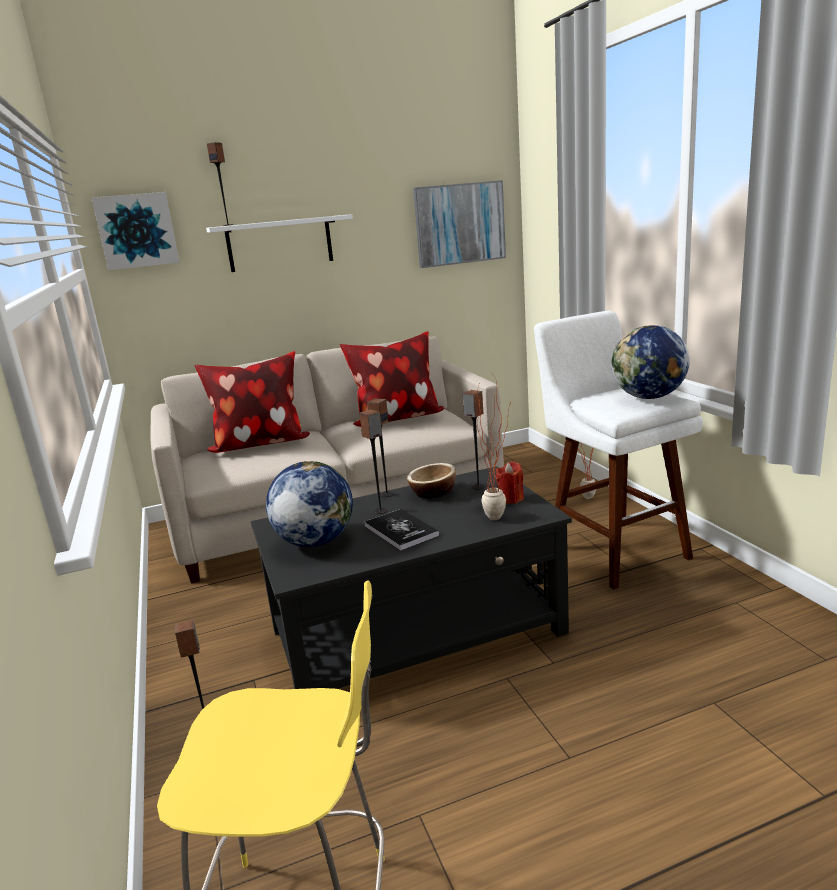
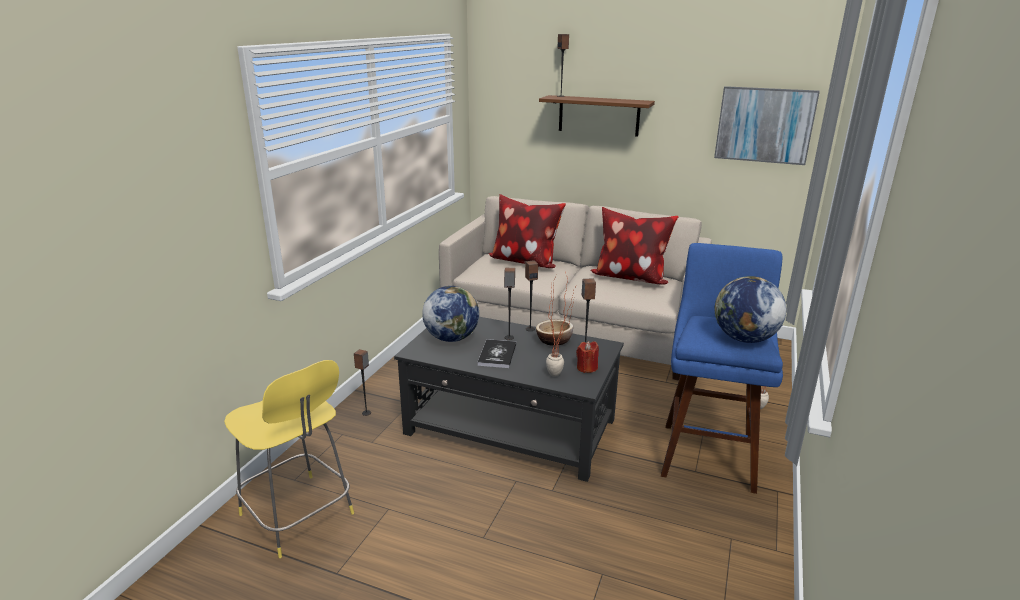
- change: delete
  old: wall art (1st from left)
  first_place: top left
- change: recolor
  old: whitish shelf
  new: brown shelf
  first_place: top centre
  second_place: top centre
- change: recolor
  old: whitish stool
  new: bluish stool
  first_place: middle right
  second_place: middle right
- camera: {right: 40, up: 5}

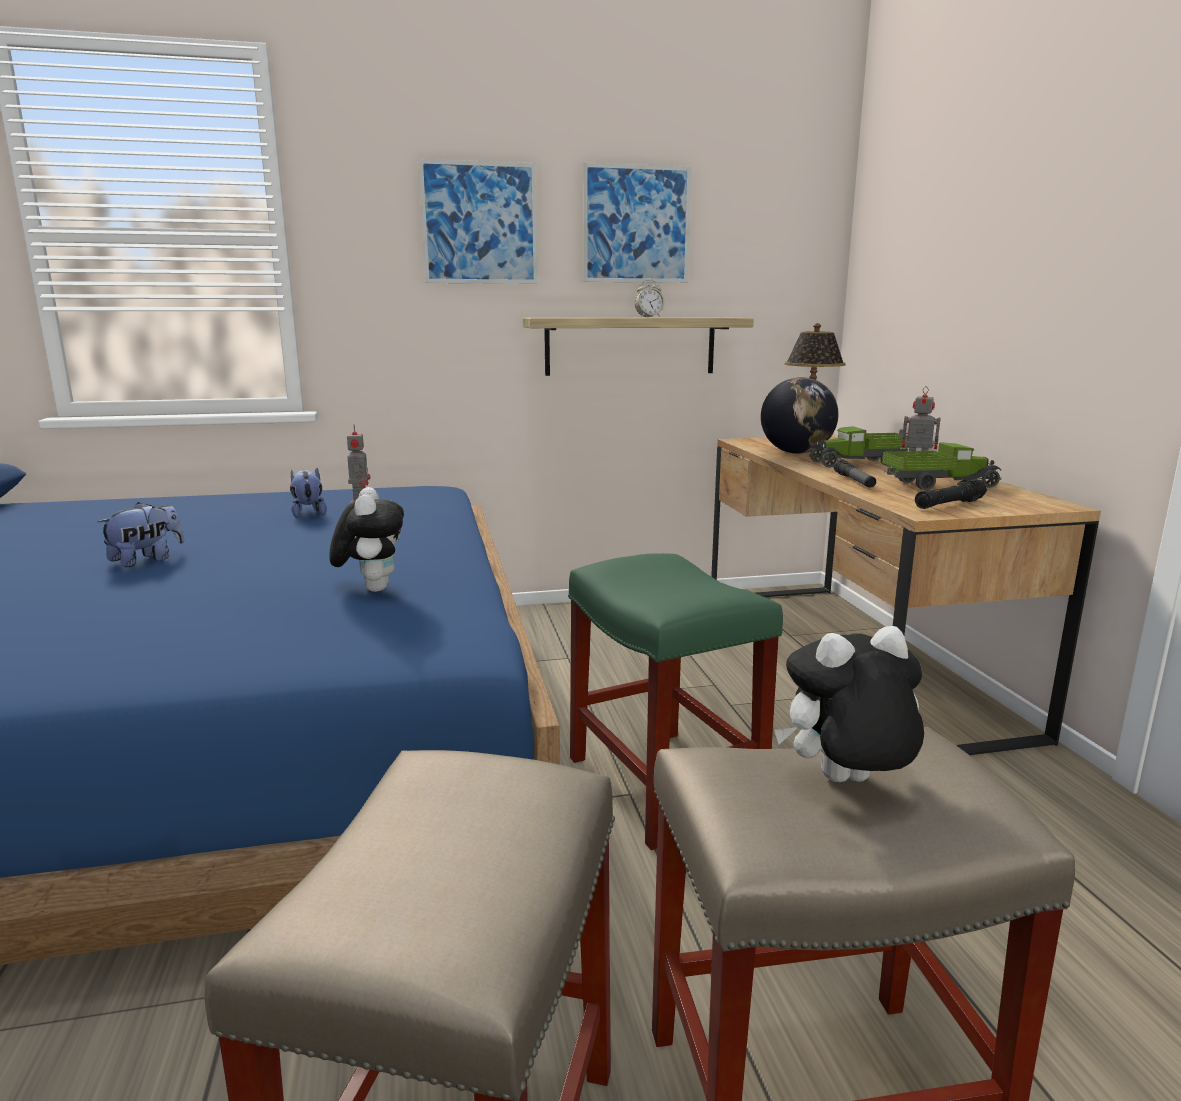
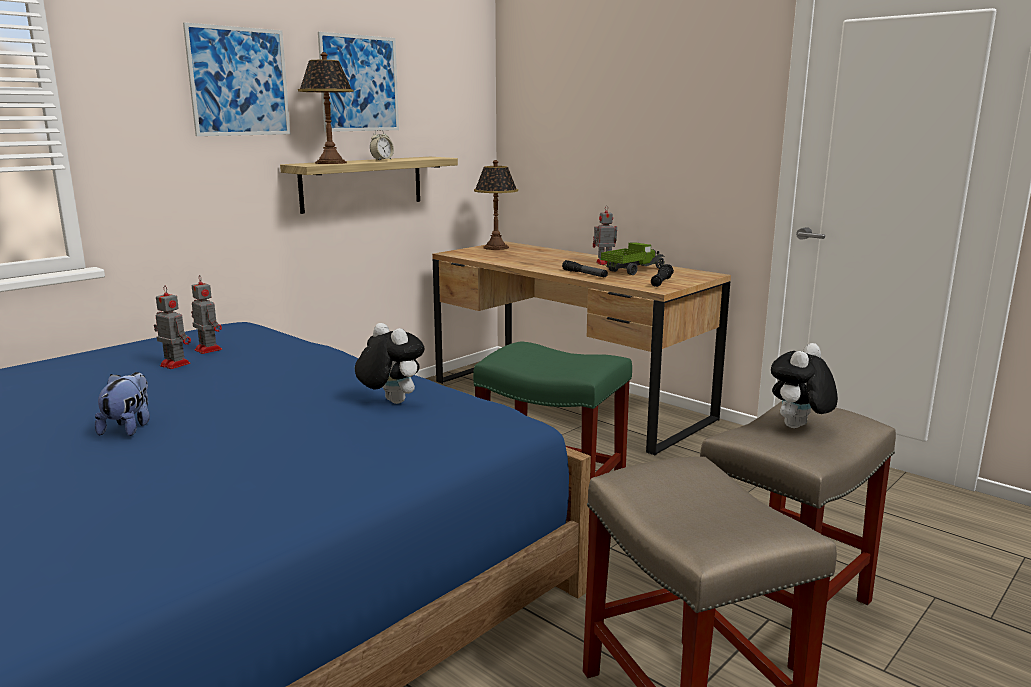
- change: delete
  old: desk globe
  first_place: middle right
- change: delete
  old: toy lorry (1st from left)
  first_place: middle right
- change: insert
  new: tabletop lamp (1st from left)
  second_place: top left
- change: replace
  old: soft toy (2nd from left)
  new: toy robot (1st from left)
  first_place: middle left
  second_place: middle left
- camera: {right: -35, up: 0}

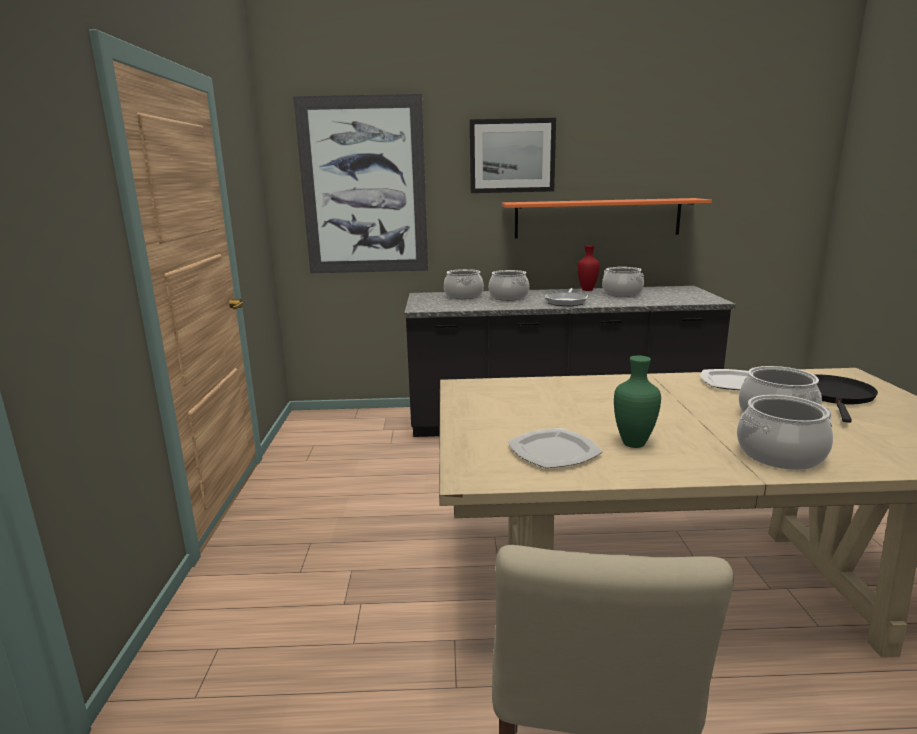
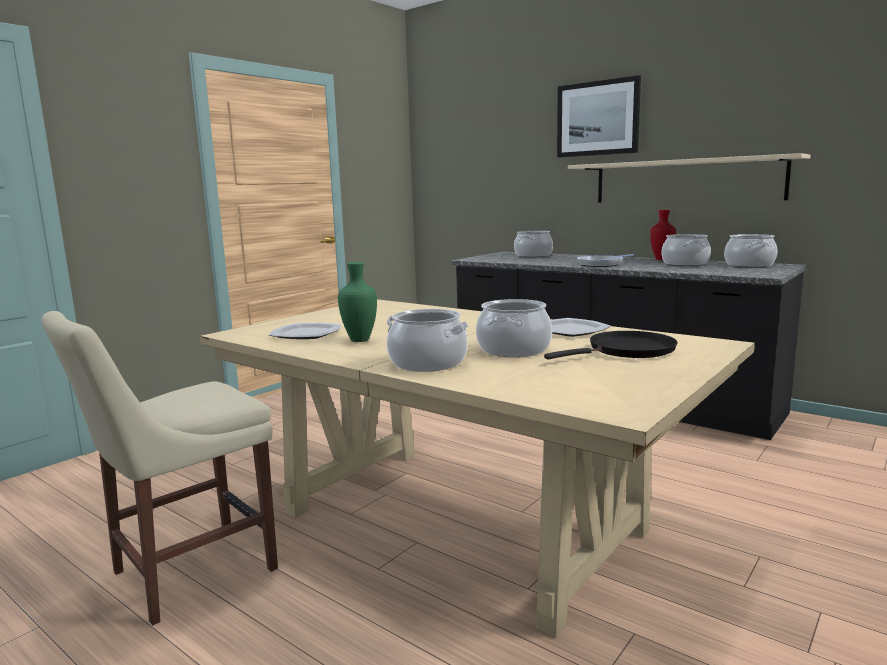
- change: delete
  old: wall art (1st from left)
  first_place: top centre
- change: move
  old: saucepot (2nd from left in the first image)
  new: saucepot (5th from left)
  first_place: centre
  second_place: middle right
- change: recolor
  old: orange shelf
  new: sand-coloured shelf
  first_place: top centre
  second_place: top right
- camera: {right: 40, up: -5}

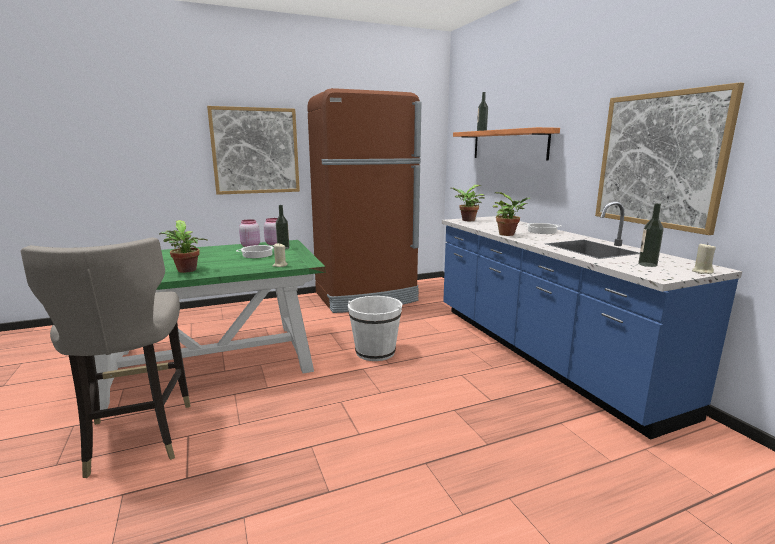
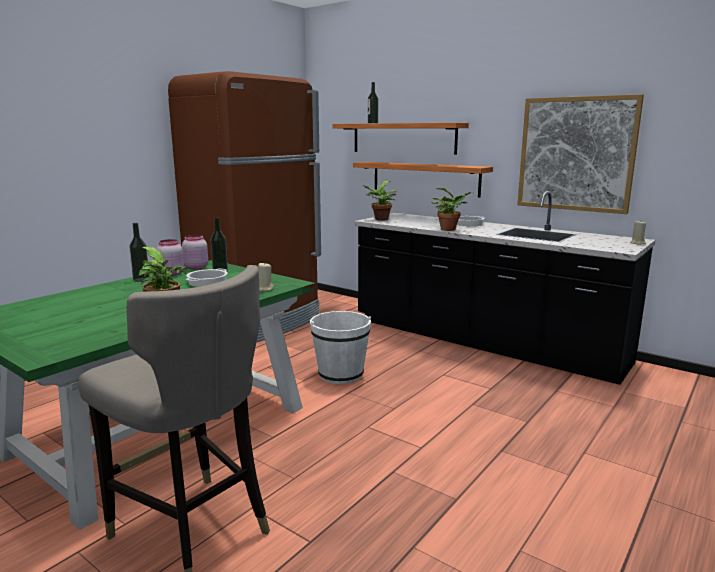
- change: delete
  old: wall art (1st from left)
  first_place: top left
- change: insert
  new: shelf (2nd from left)
  second_place: top centre
- change: move
  old: beverage bottle (3rd from left in the first image)
  new: beverage bottle (1st from left)
  first_place: middle right
  second_place: middle left
- change: recolor
  old: bluish kitchen counter
  new: black kitchen counter
  first_place: middle right
  second_place: middle right
- camera: {right: -30, up: 0}

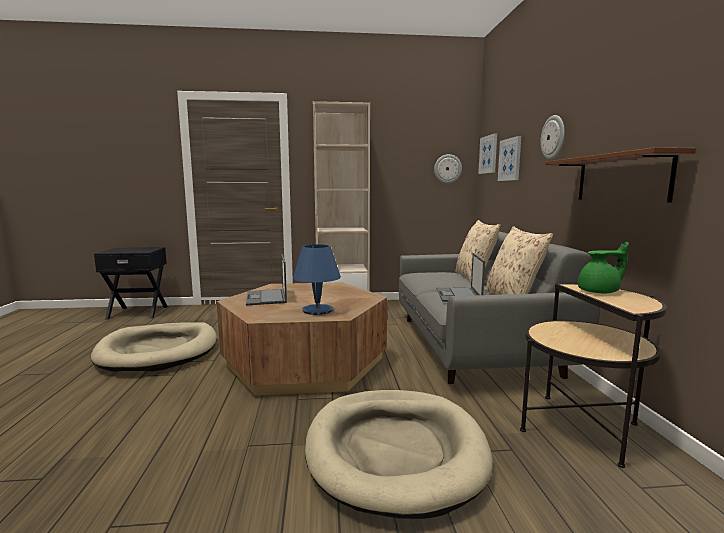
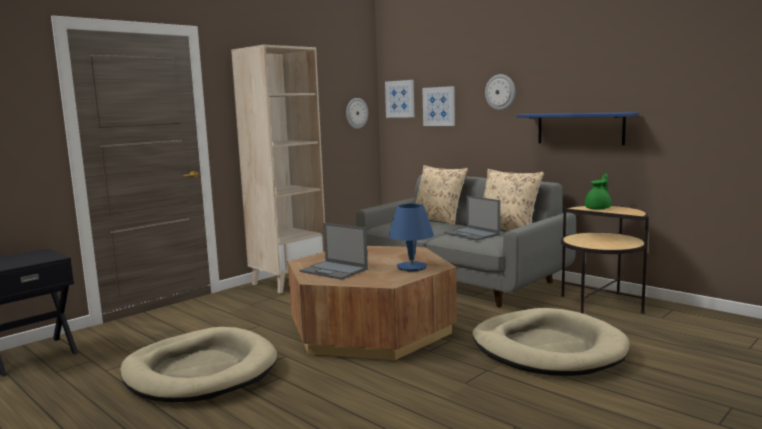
- change: recolor
  old: brown shelf
  new: bluish shelf
  first_place: top right
  second_place: top right
- camera: {right: -40, up: 0}

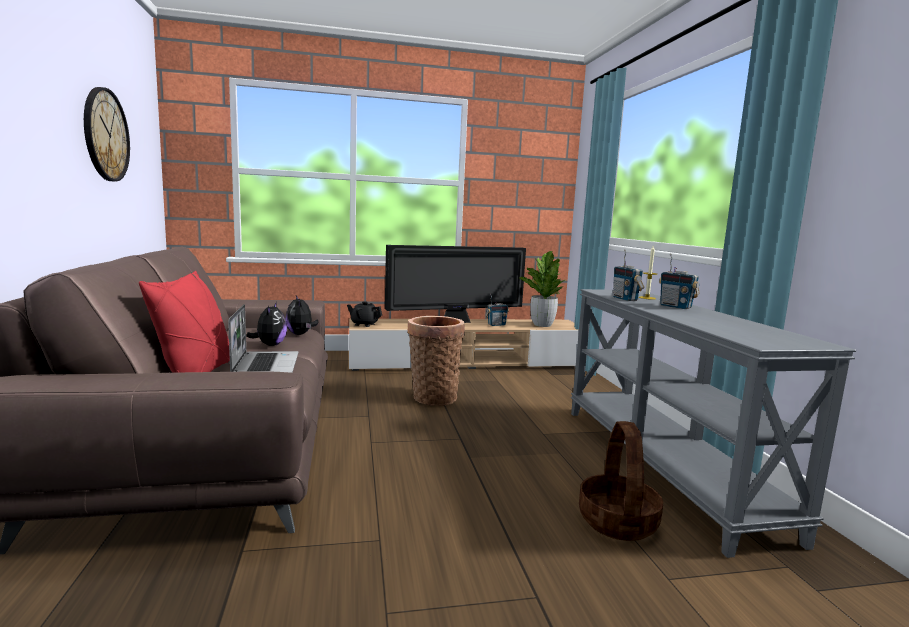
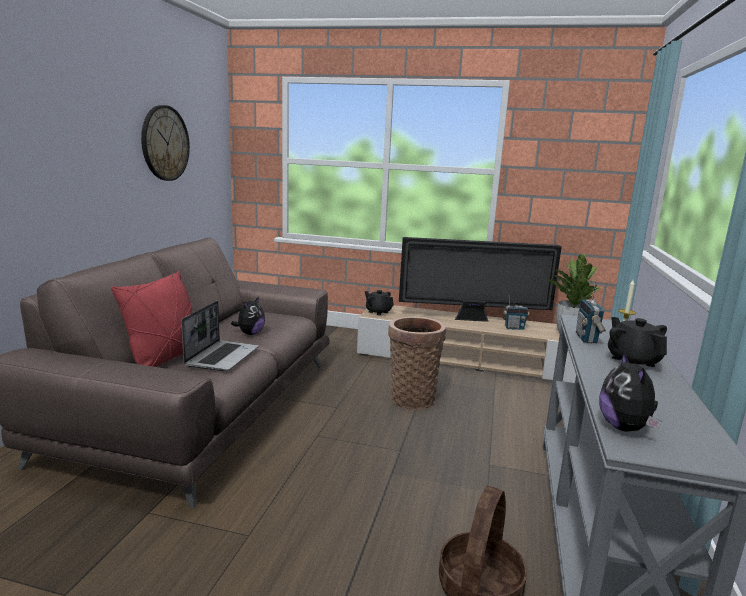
- change: move
  old: soft toy (2nd from left)
  first_place: middle left
  second_place: middle right
- change: replace
  old: radio (3rd from left)
  new: black teapot (2nd from left)
  first_place: middle right
  second_place: middle right
- camera: {right: 25, up: 5}

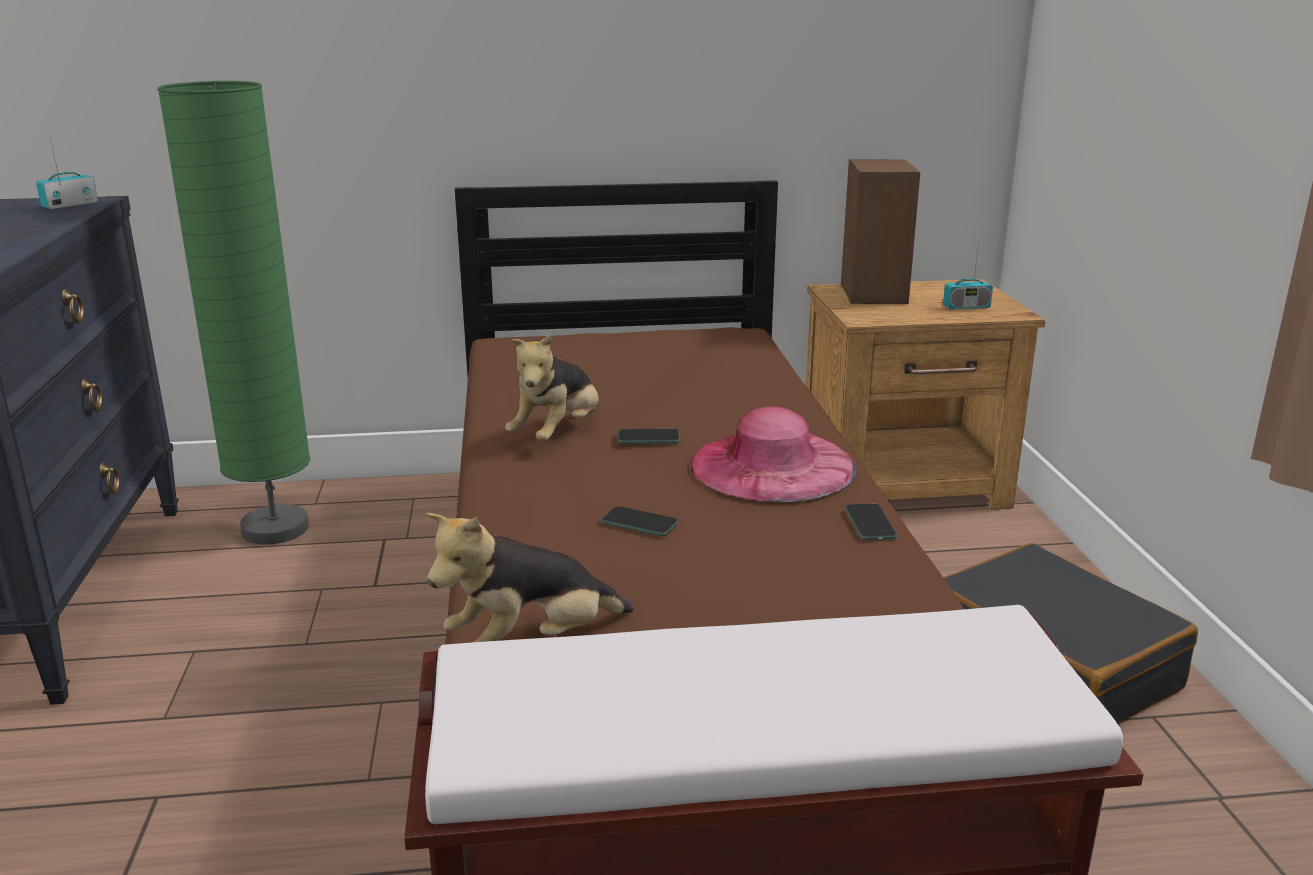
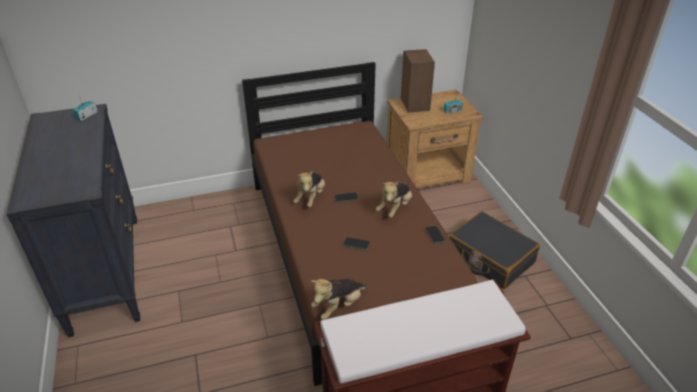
- change: delete
  old: green floor lamp
  first_place: middle left
- change: replace
  old: pinkish hat
  new: soft toy (3rd from left)
  first_place: centre
  second_place: centre
- camera: {right: -10, up: 15}

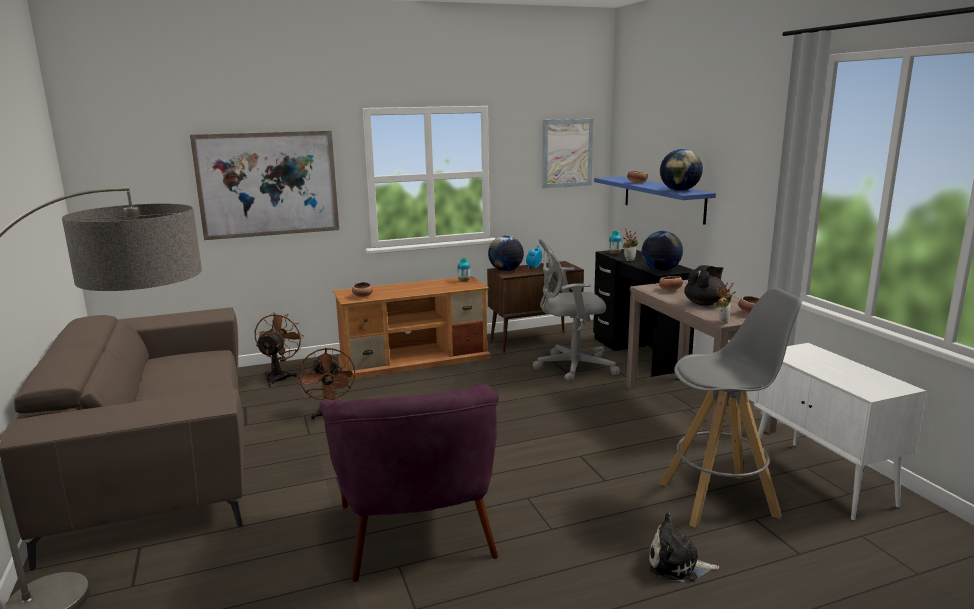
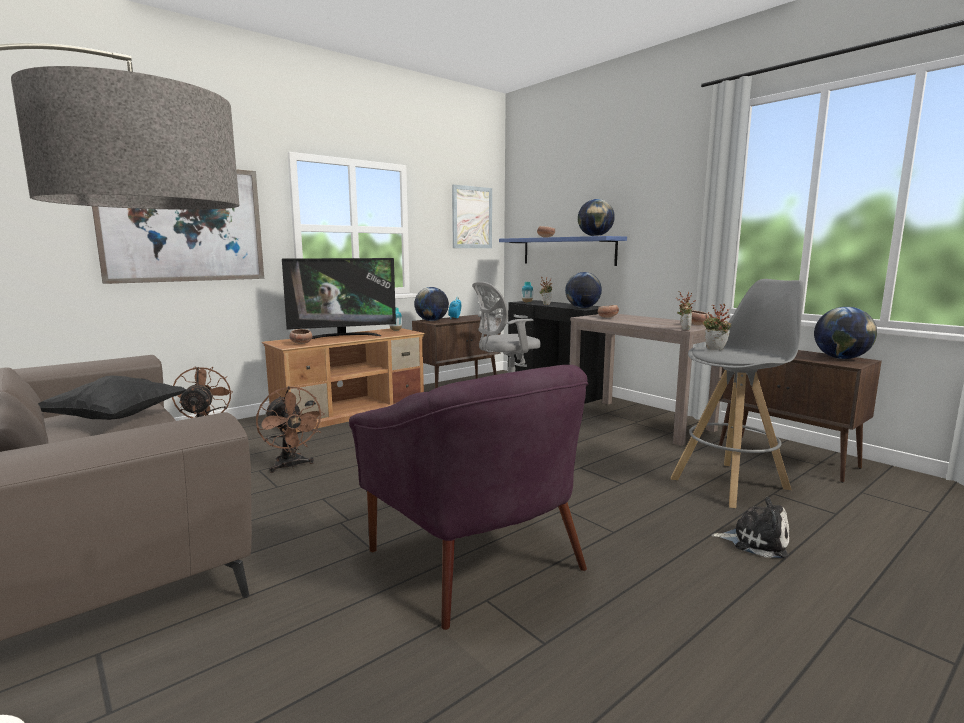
- change: delete
  old: black teapot
  first_place: middle right
- change: insert
  new: black pillow
  second_place: middle left
- change: insert
  new: television
  second_place: centre
- change: insert
  new: houseplant (3rd from left)
  second_place: middle right
- change: insert
  new: desk globe (4th from left)
  second_place: middle right
- change: recolor
  old: whitish cupboard
  new: brown cupboard (2nd from left)
  first_place: bottom right
  second_place: middle right
- change: rotate
  old: soft toy
  first_place: bottom right
  second_place: bottom right
  degrees: -150
- camera: {right: -20, up: -5}

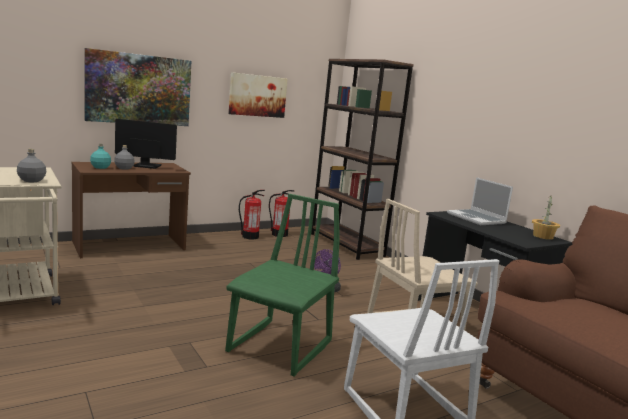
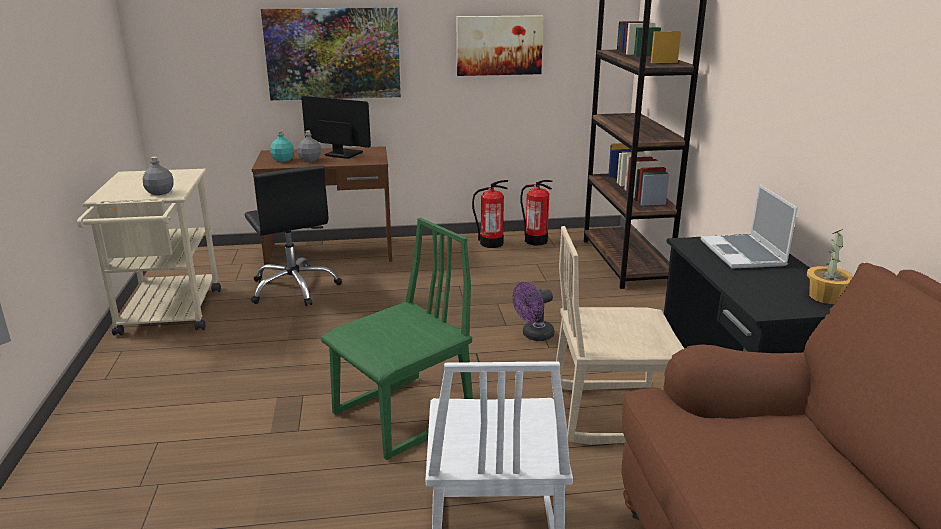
- change: insert
  new: black computer chair
  second_place: middle left
- camera: {right: 25, up: 10}

